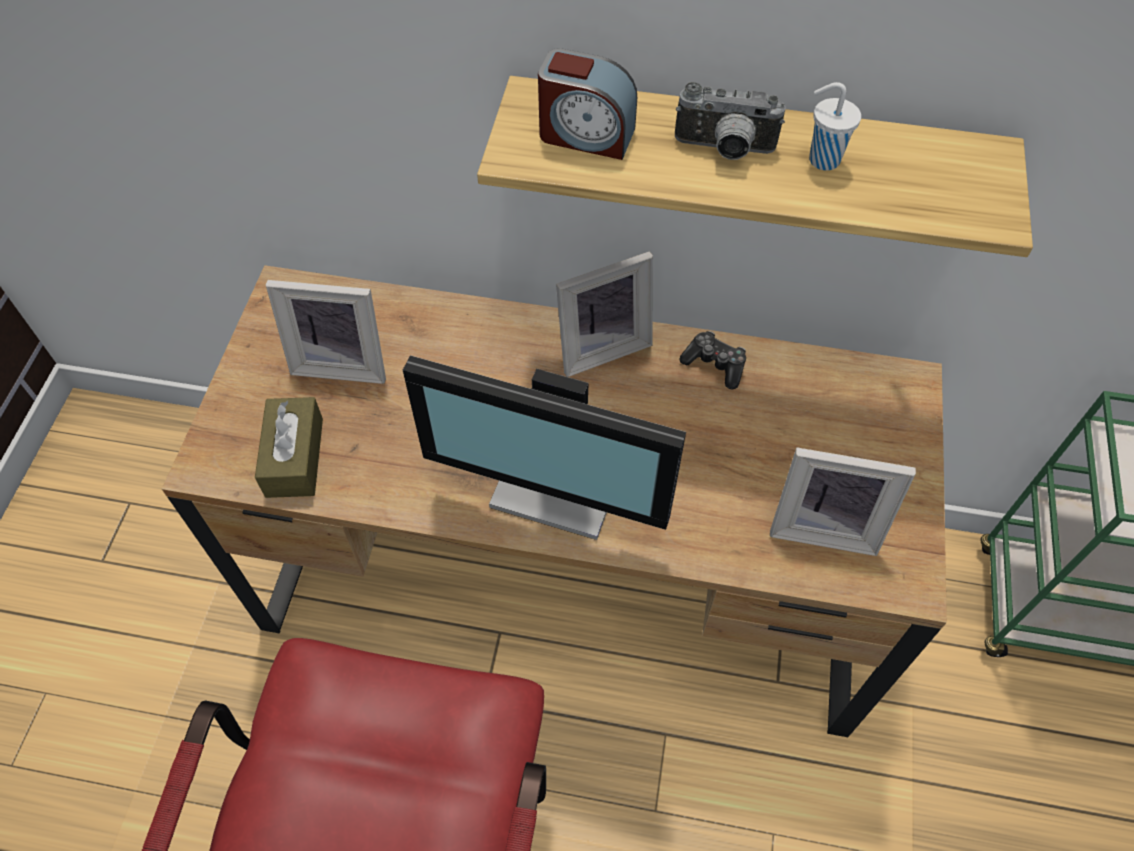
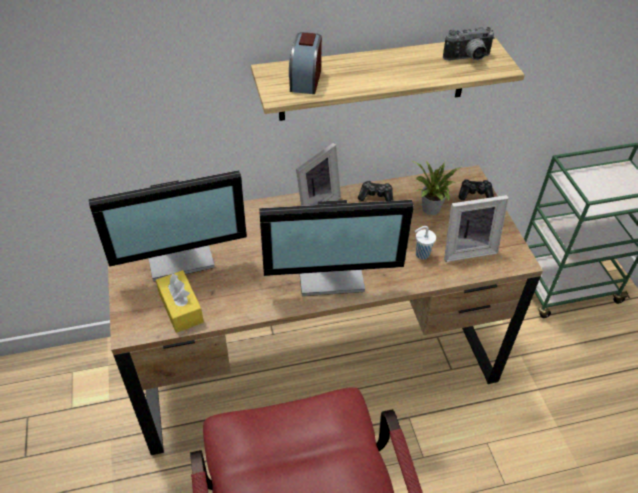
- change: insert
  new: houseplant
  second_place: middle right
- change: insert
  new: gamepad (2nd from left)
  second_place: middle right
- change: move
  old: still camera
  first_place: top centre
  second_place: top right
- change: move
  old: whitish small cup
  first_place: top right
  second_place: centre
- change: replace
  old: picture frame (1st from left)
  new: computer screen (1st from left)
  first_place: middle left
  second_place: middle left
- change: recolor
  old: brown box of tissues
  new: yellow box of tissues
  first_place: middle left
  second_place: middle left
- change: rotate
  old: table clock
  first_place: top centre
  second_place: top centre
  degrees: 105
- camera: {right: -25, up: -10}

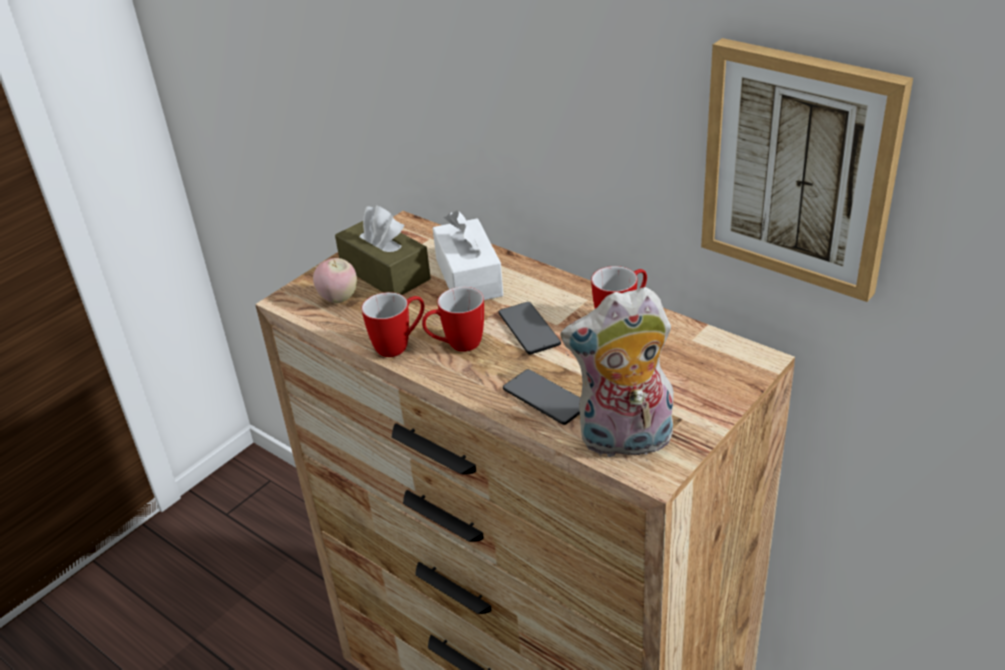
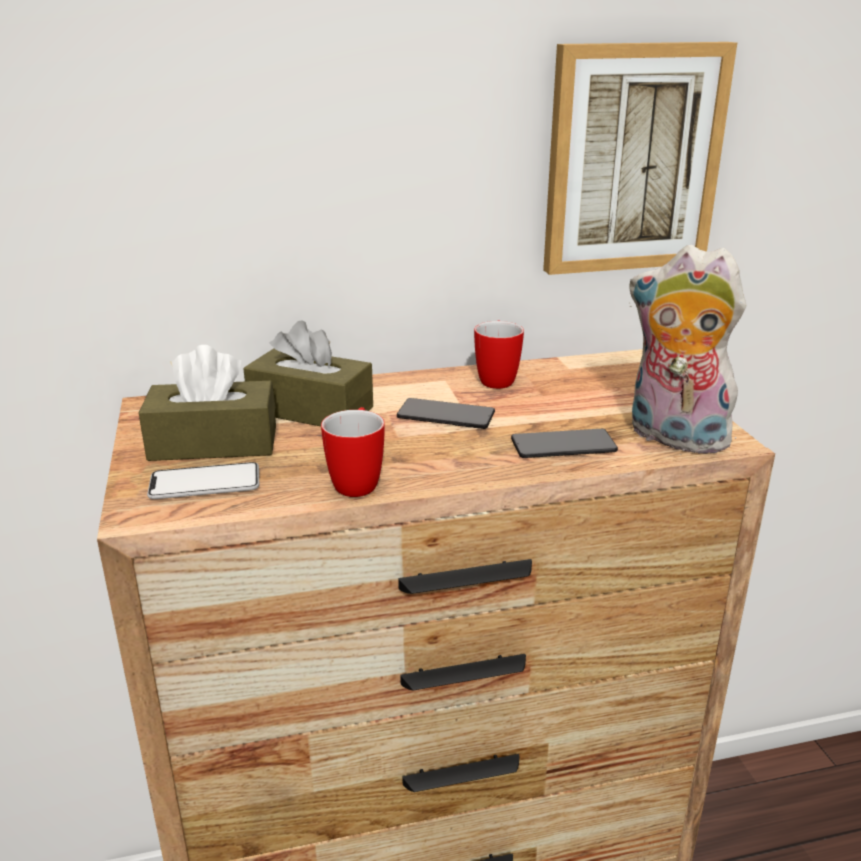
- change: delete
  old: tea mug (2nd from left)
  first_place: centre
- change: replace
  old: whole apple
  new: handset (1st from left)
  first_place: centre
  second_place: middle left
- change: recolor
  old: whitish box of tissues
  new: brown box of tissues (2nd from left)
  first_place: centre
  second_place: centre
- change: rotate
  old: soft toy
  first_place: centre
  second_place: middle right
  degrees: 90
- camera: {right: -55, up: -10}

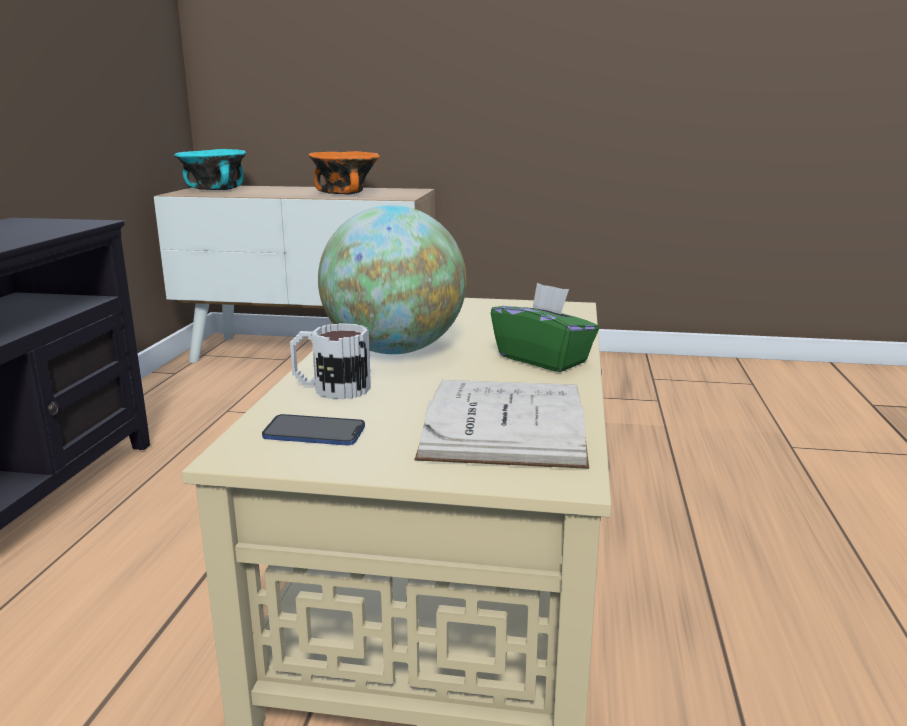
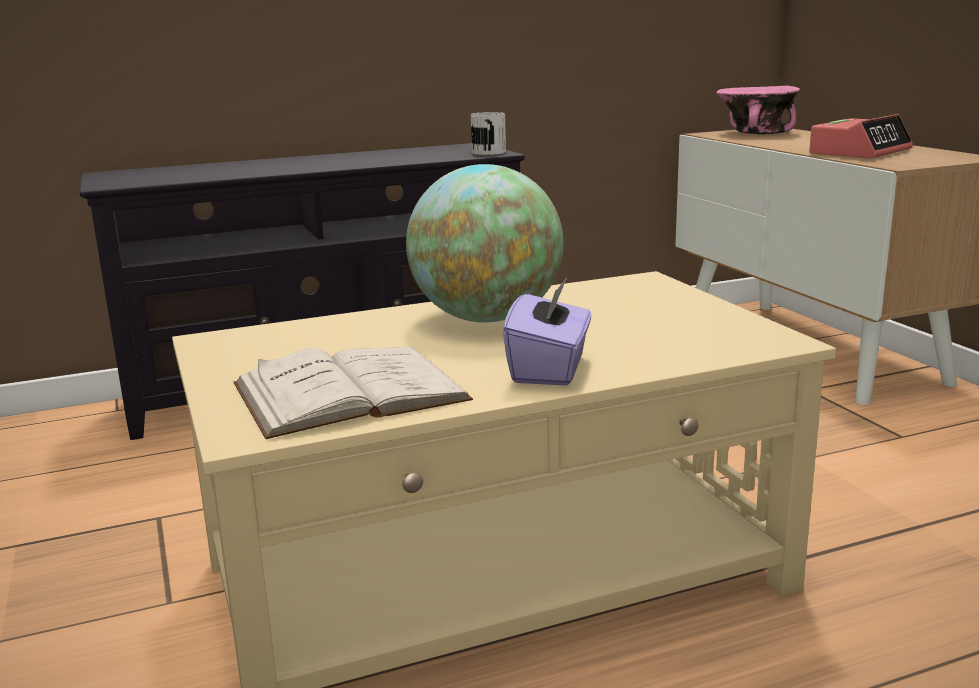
- change: delete
  old: handset
  first_place: centre
- change: move
  old: tea mug
  first_place: centre
  second_place: top centre
- change: replace
  old: orange serving bowl
  new: table clock
  first_place: top centre
  second_place: top right
- change: recolor
  old: turquoise-coloured serving bowl
  new: pinkish serving bowl
  first_place: top left
  second_place: top right
- change: recolor
  old: green box of tissues
  new: purplish box of tissues
  first_place: centre
  second_place: centre
- camera: {right: 60, up: 0}

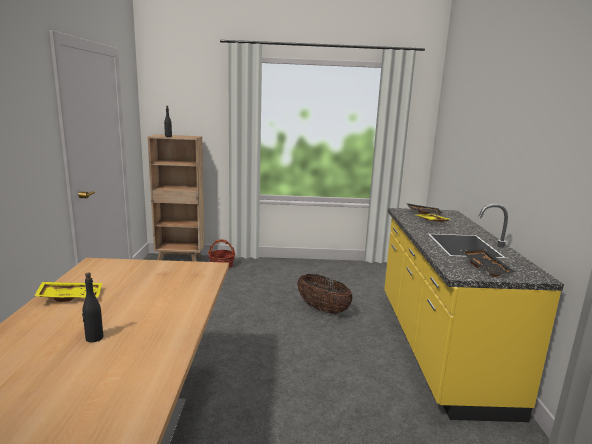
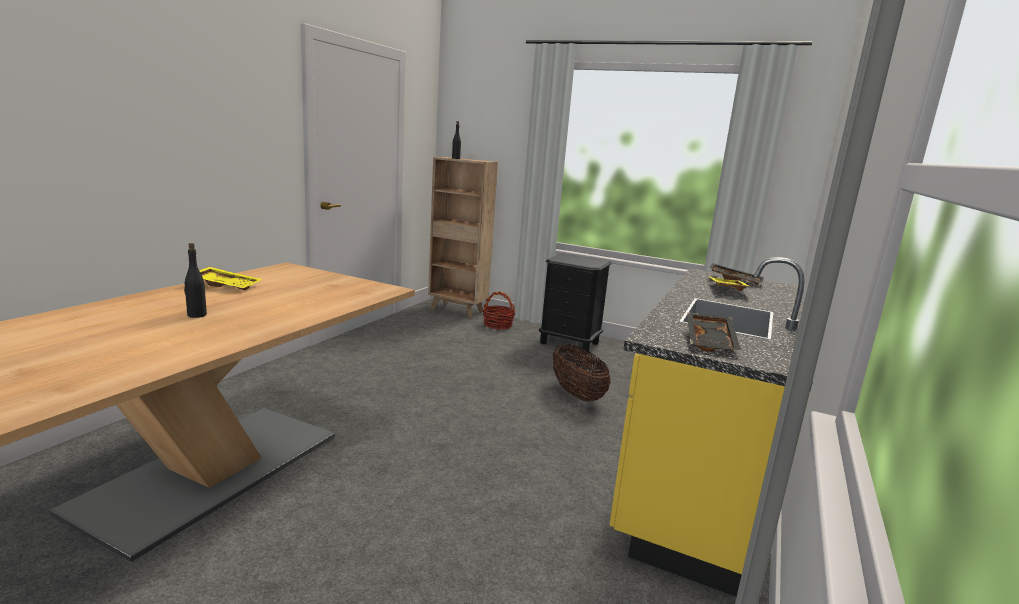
- change: insert
  new: black nightstand
  second_place: centre
- camera: {right: 25, up: 0}

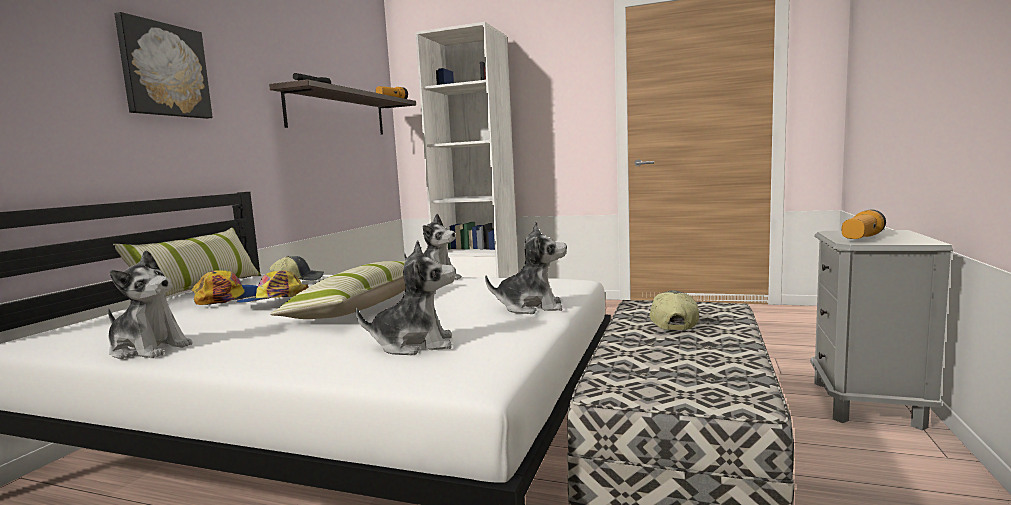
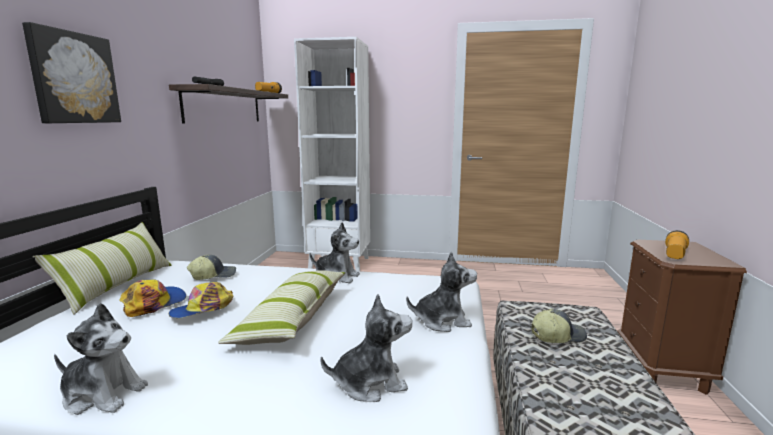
- change: recolor
  old: gray nightstand
  new: brown nightstand
  first_place: middle right
  second_place: bottom right
- change: rotate
  old: peaked cap (4th from left)
  first_place: middle right
  second_place: bottom right
  degrees: 75
- camera: {right: -10, up: 5}

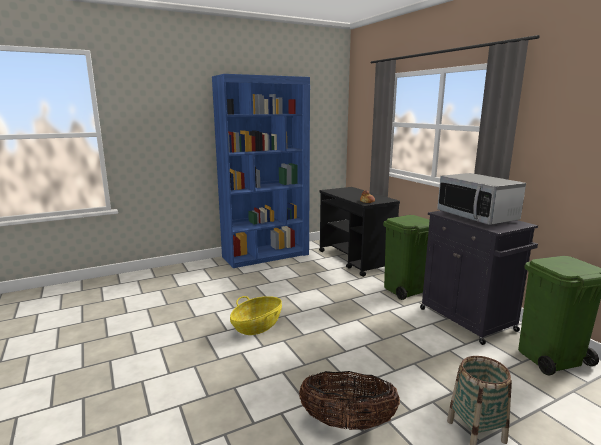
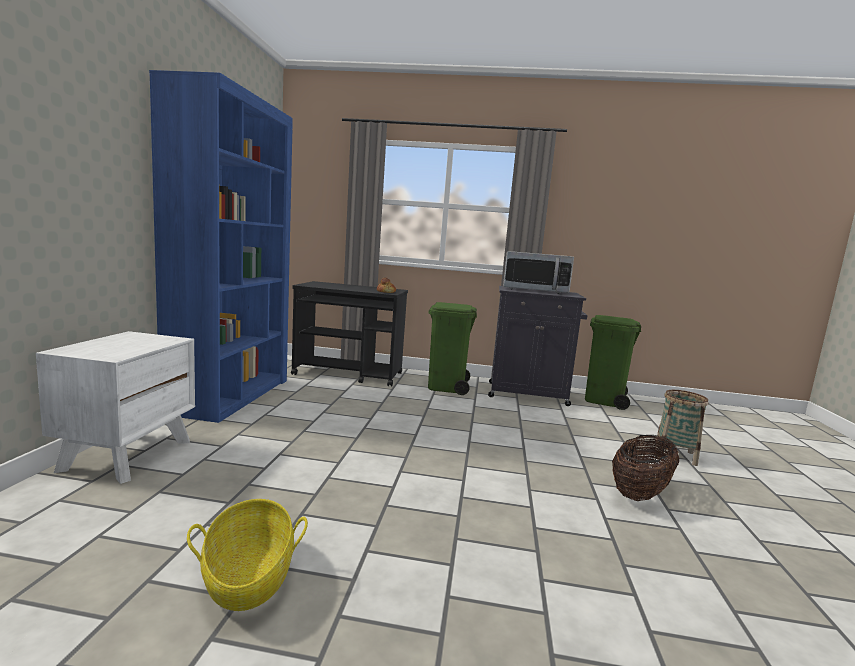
- change: insert
  new: whitish nightstand
  second_place: middle left
- change: move
  old: basket (1st from left)
  first_place: bottom centre
  second_place: bottom left
- camera: {right: -55, up: -5}

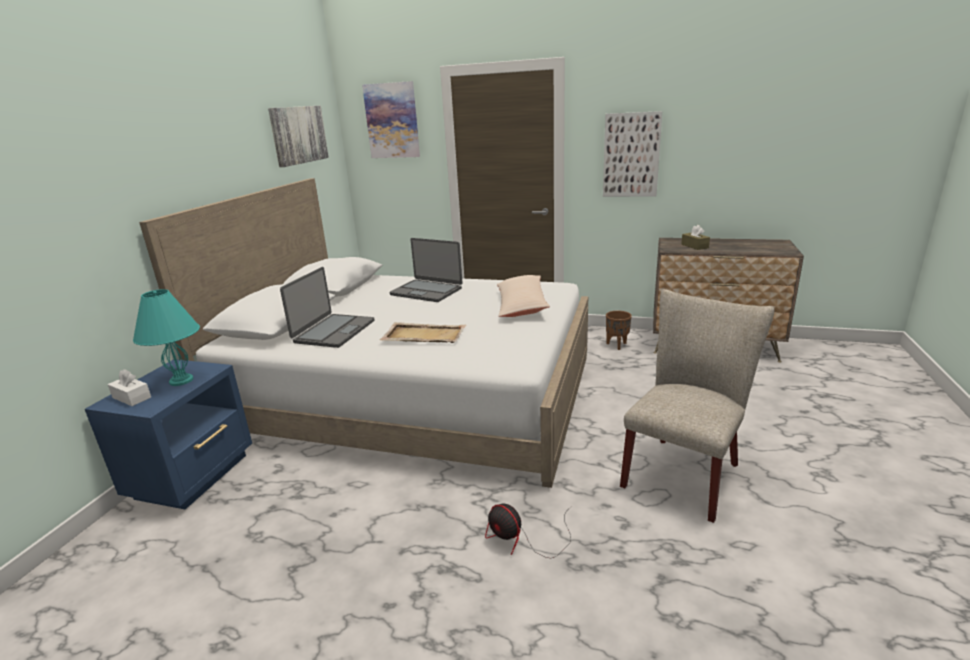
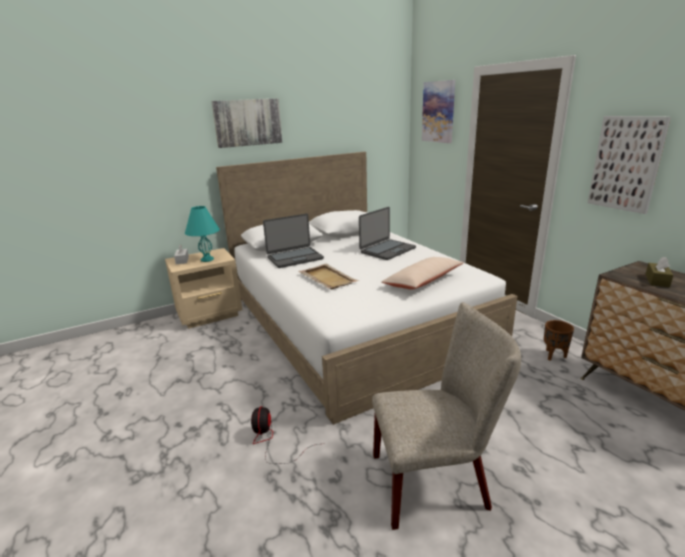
- change: move
  old: wall art (1st from left)
  first_place: top left
  second_place: top centre
- change: recolor
  old: bluish nightstand
  new: sand-coloured nightstand
  first_place: middle left
  second_place: middle left
- change: rotate
  old: portable computer (2nd from left)
  first_place: centre
  second_place: centre
  degrees: -120
- camera: {right: 45, up: 0}

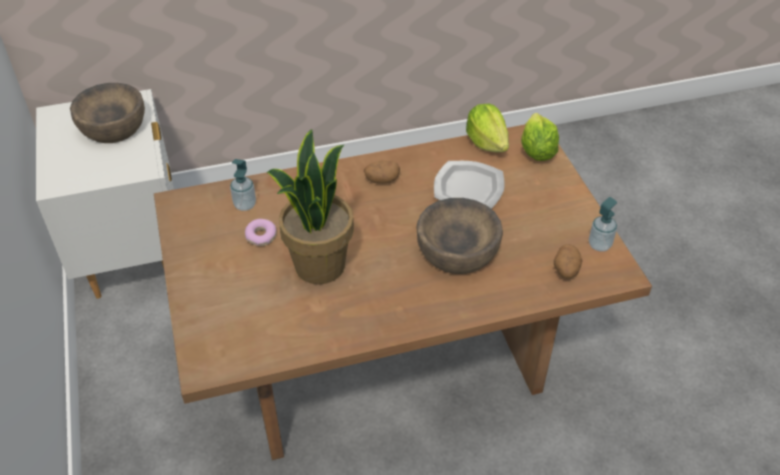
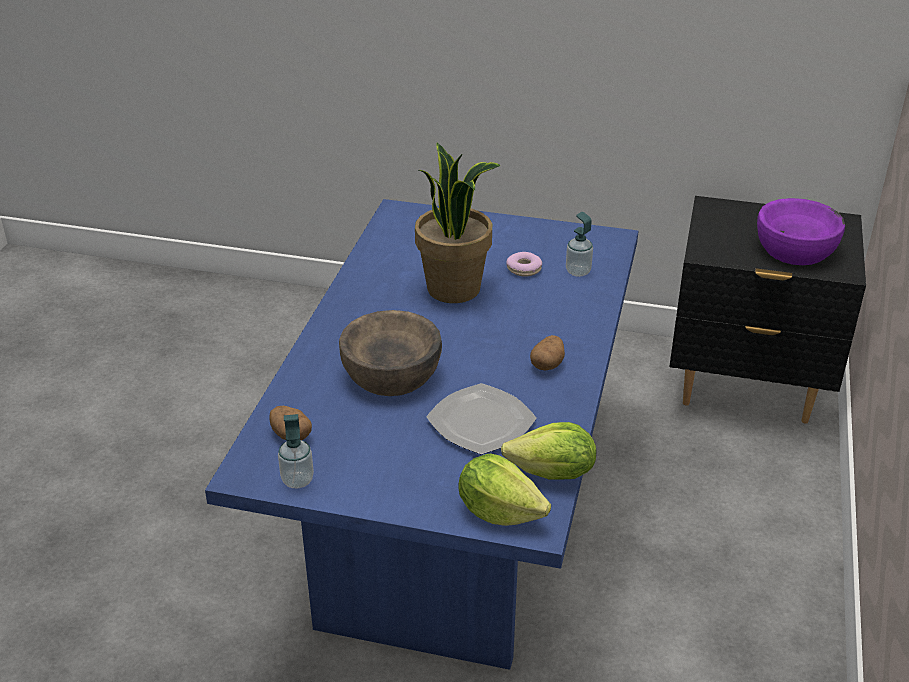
- change: recolor
  old: whitish nightstand
  new: black nightstand
  first_place: middle left
  second_place: middle right
- change: recolor
  old: brown serving bowl (1st from left)
  new: purplish serving bowl
  first_place: top left
  second_place: middle right
- change: recolor
  old: brown kitchen table
  new: bluish kitchen table
  first_place: centre
  second_place: centre
- camera: {right: 120, up: -10}

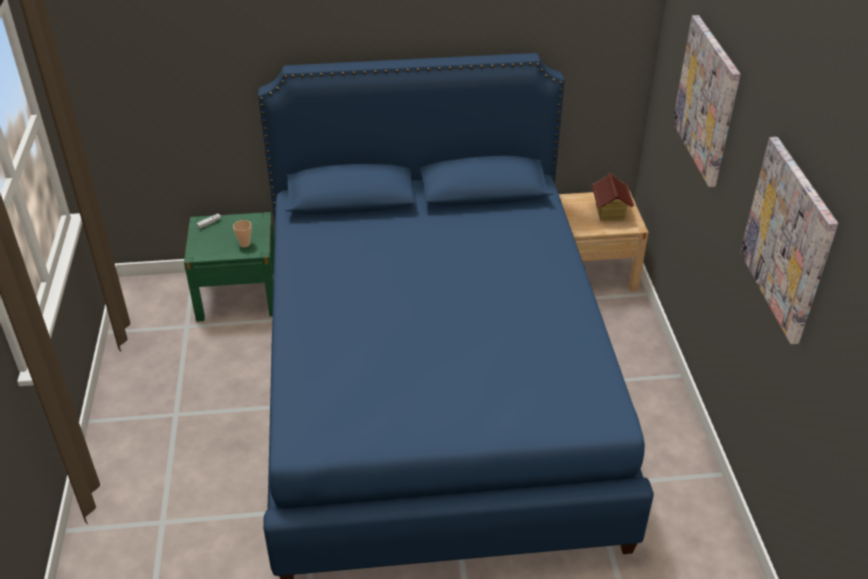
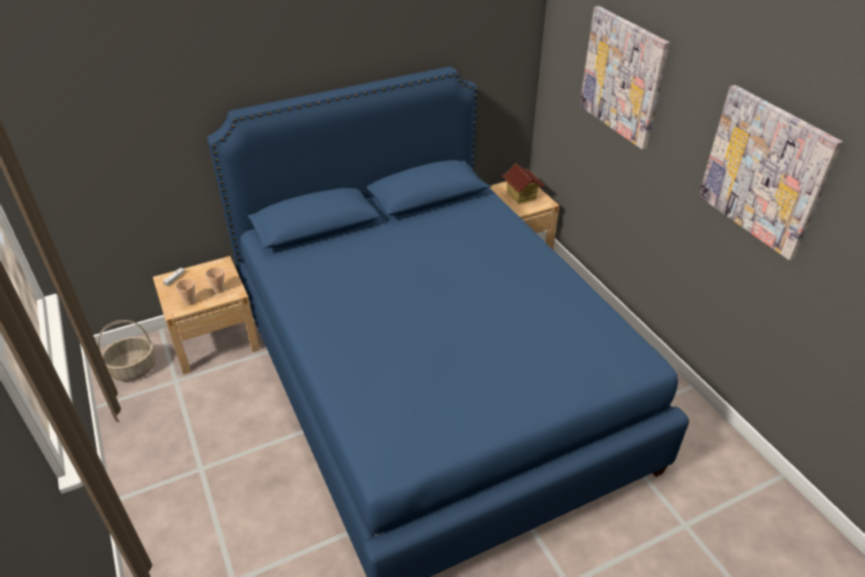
- change: insert
  new: basket
  second_place: middle left
- change: insert
  new: small cup (1st from left)
  second_place: middle left
- change: recolor
  old: green nightstand
  new: sand-coloured nightstand (1st from left)
  first_place: middle left
  second_place: middle left
- camera: {right: -20, up: 0}

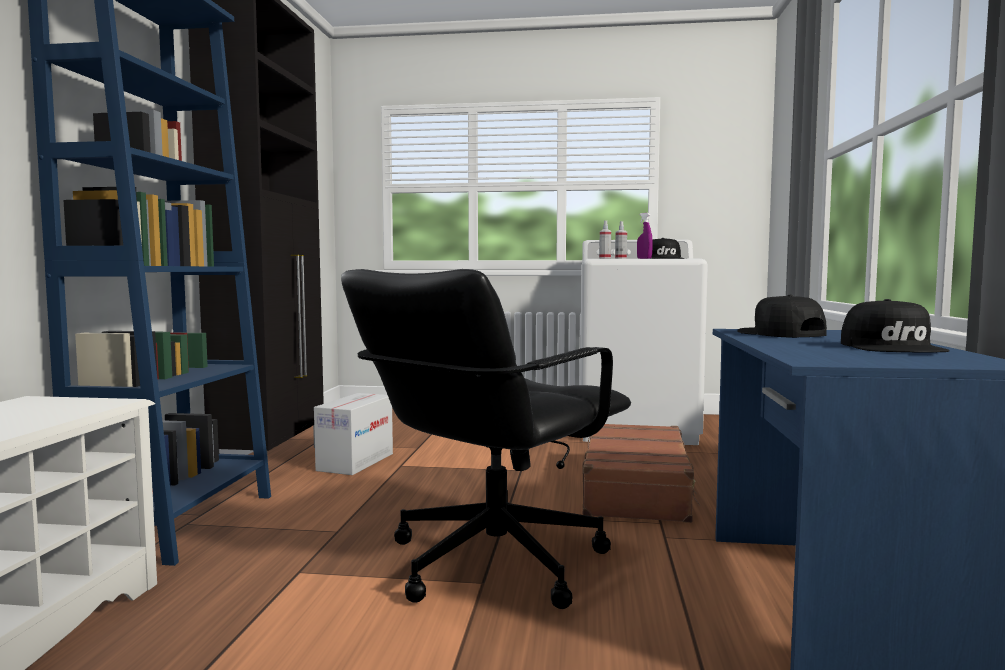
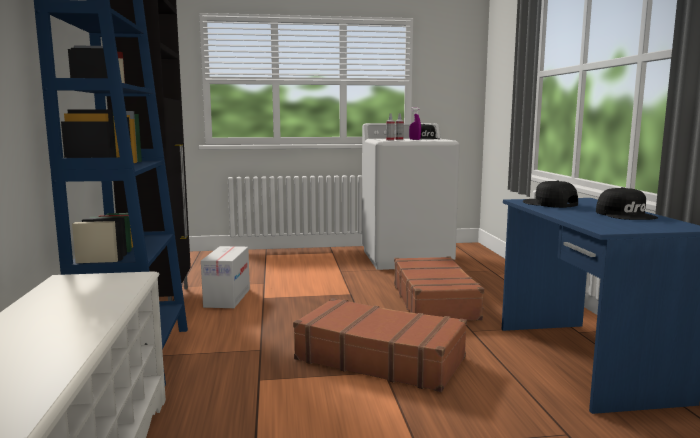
- change: replace
  old: black computer chair
  new: brown piece of luggage (1st from left)
  first_place: centre
  second_place: bottom centre
- camera: {right: -15, up: 5}

